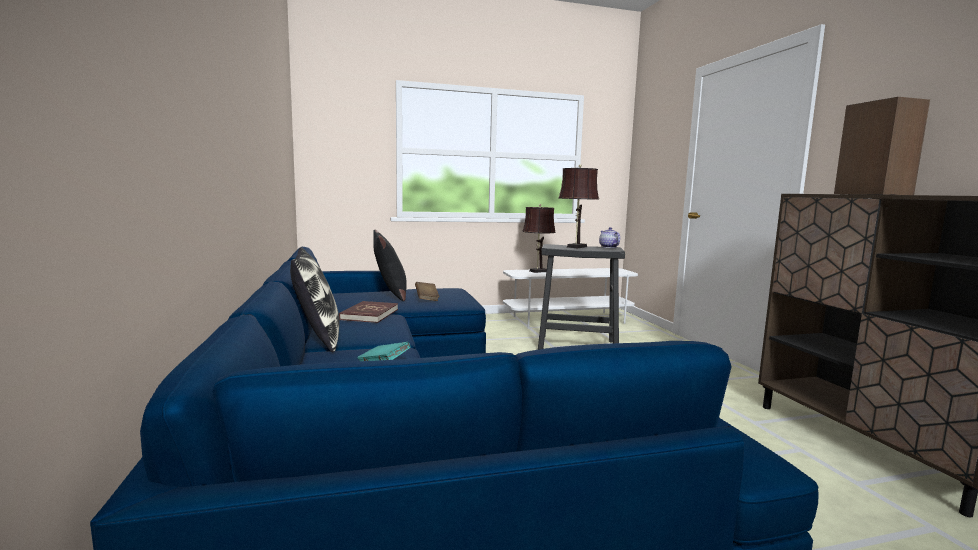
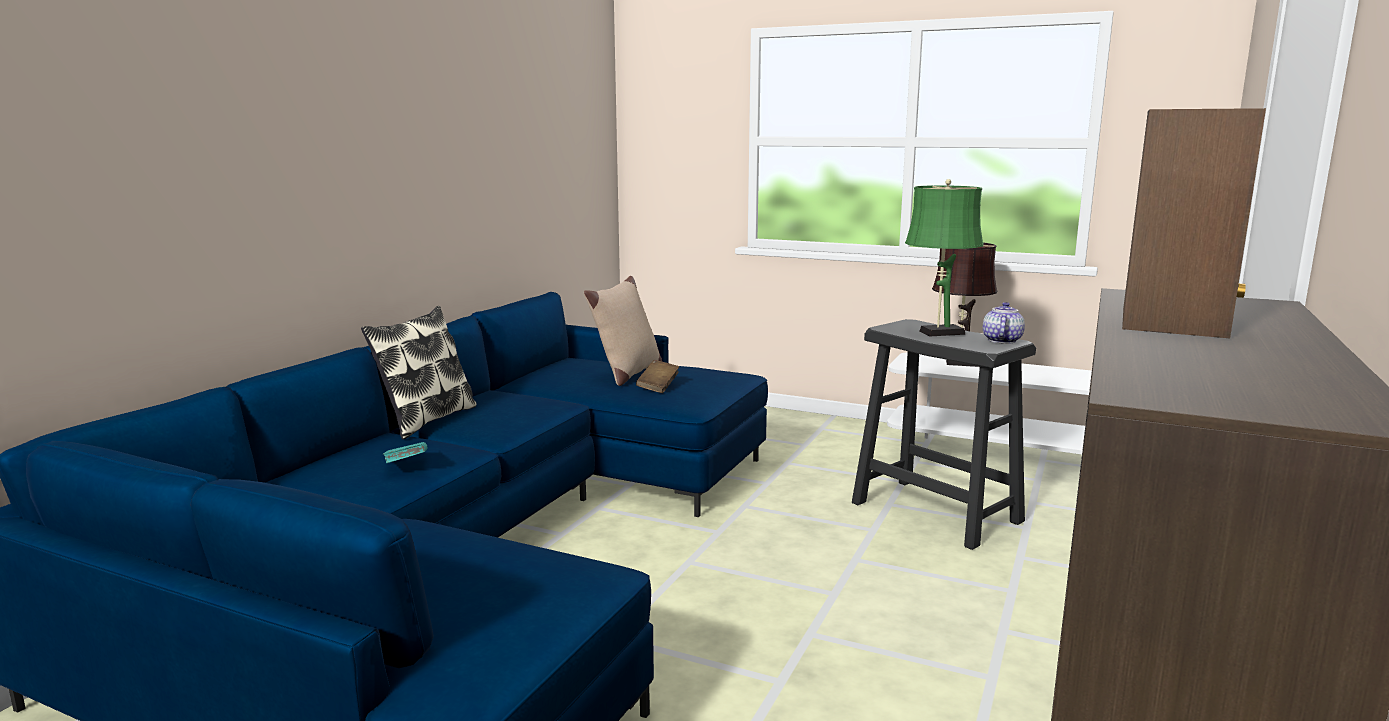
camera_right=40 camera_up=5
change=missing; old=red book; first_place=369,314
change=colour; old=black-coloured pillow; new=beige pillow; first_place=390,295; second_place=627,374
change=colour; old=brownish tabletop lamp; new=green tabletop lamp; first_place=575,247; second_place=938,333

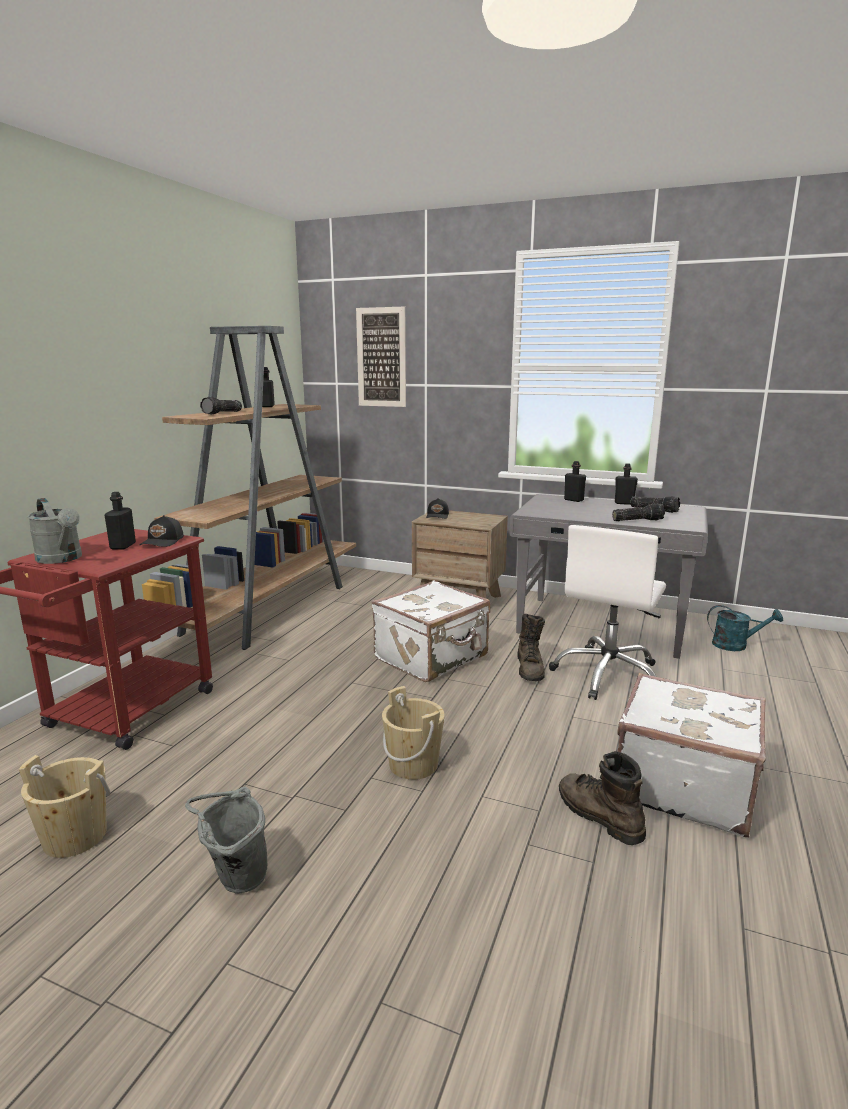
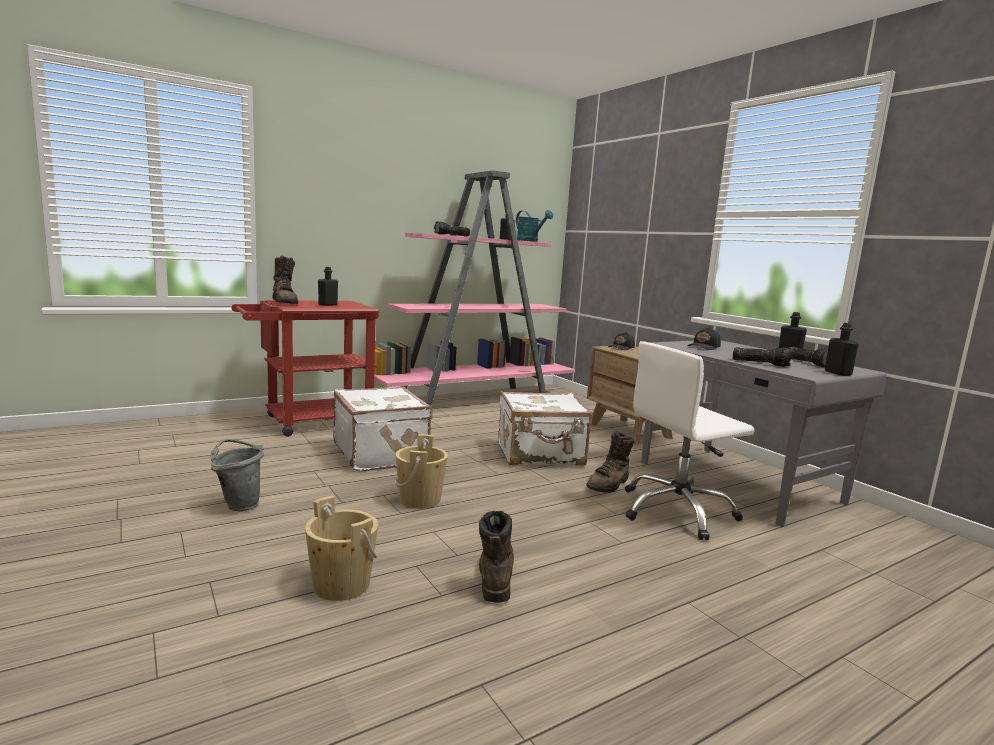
camera_right=35 camera_up=-5
change=relocated; old=beige pail; first_place=75,837; second_place=341,585
change=exchanged; old=grey watering pot; new=brownish high-top boot; first_place=62,559; second_place=285,302
change=relocated; old=black-coloured cap; first_place=163,542; second_place=704,347
change=colour; old=brownish shelving unit; new=pinkish shelving unit; first_place=269,608; second_place=475,399
change=missing; old=wall picture; first_place=381,357
change=relocated; old=black-coloured bottle; first_place=573,500; second_place=838,373
change=relocated; old=white travel case; first_place=682,785; second_place=381,453
change=relocated; old=turquoise watering pot; first_place=736,645; second_place=530,241

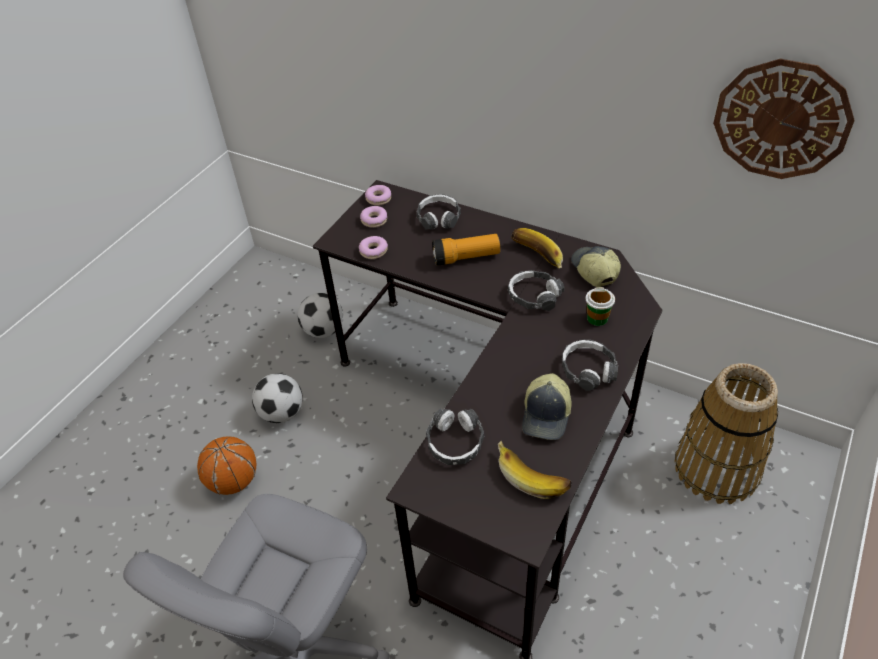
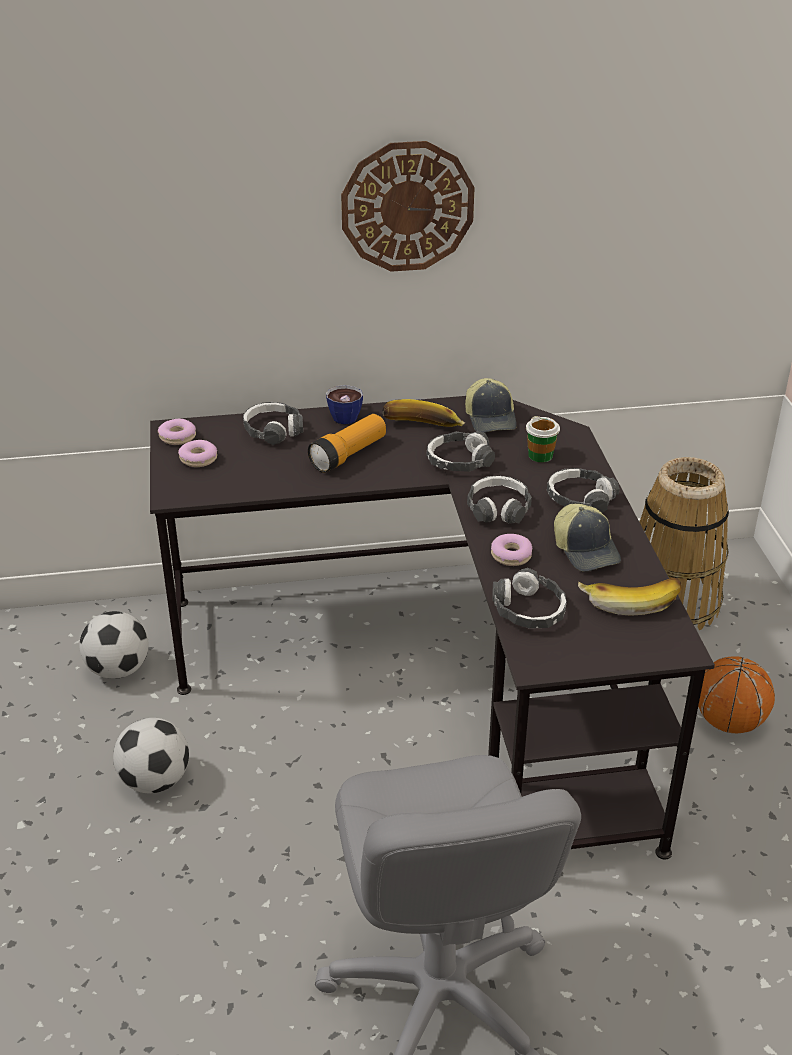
camera_right=-40 camera_up=-10
change=relocated; old=basketball; first_place=233,481; second_place=729,722
change=relocated; old=doughnut; first_place=373,251; second_place=511,555
change=spun; old=cap; first_place=594,270; second_place=491,418; degrees=-135
change=relocated; old=hanging clock; first_place=781,120; second_place=407,206
change=appeared; new=drinking cup; second_place=347,415
change=appeared; new=headset; second_place=498,508

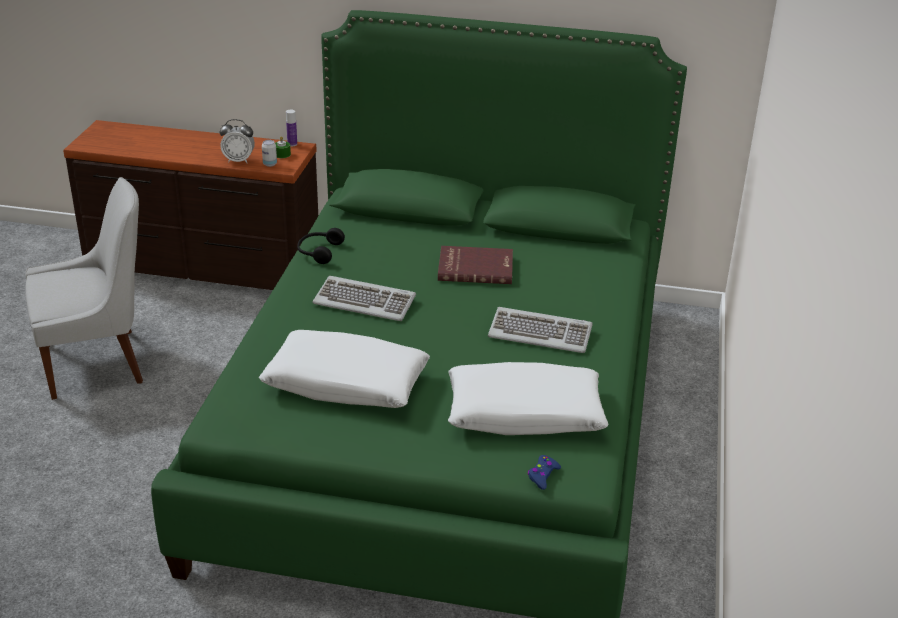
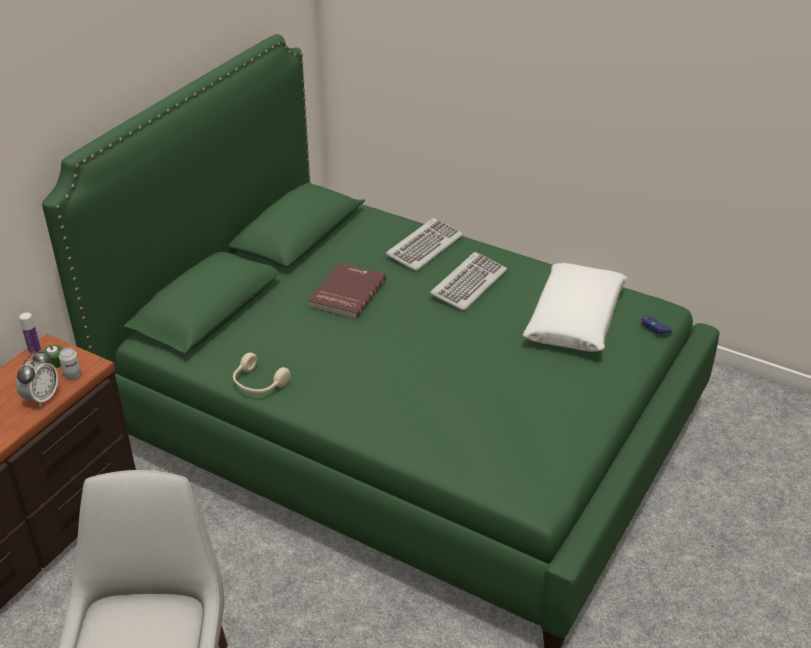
camera_right=-70 camera_up=5
change=missing; old=white pillow; first_place=346,383
change=colour; old=black-coloured headset; new=beige headset; first_place=318,252; second_place=258,383
change=relocated; old=computer keyboard; first_place=365,301; second_place=424,247

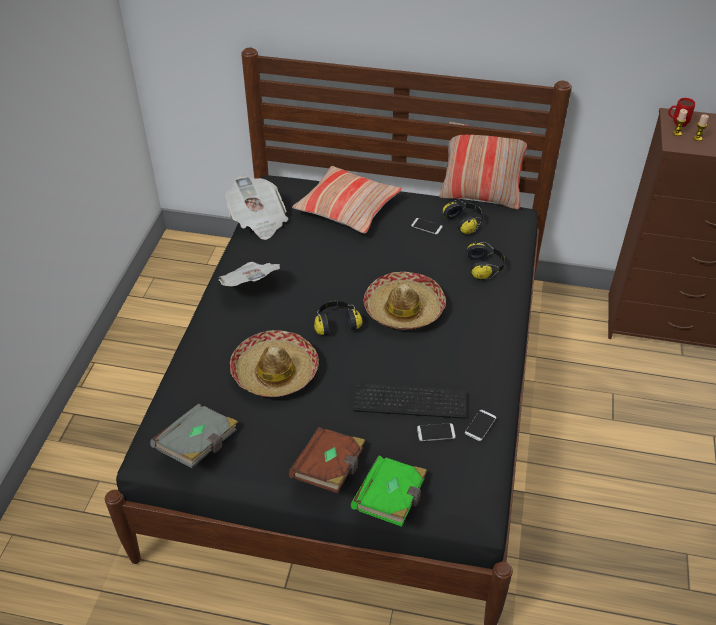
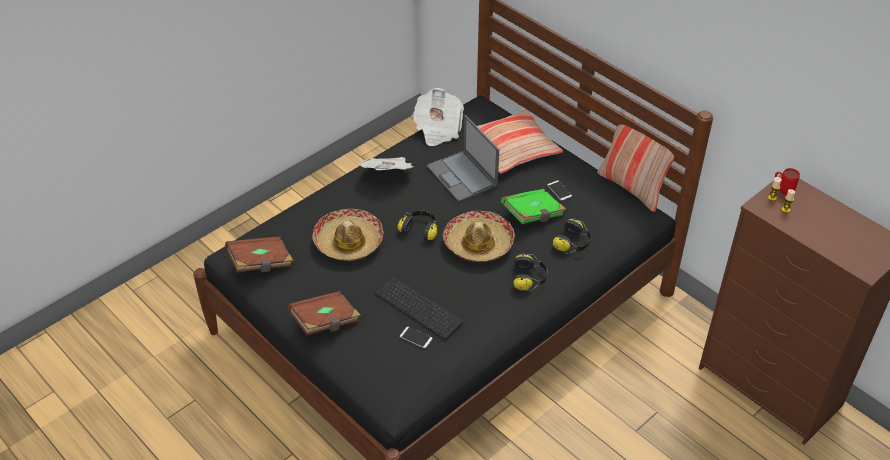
camera_right=35 camera_up=0
change=colour; old=grey book; new=brownish book; first_place=198,445; second_place=261,263
change=relocated; old=green book; first_place=391,499; second_place=533,215
change=relocated; old=headset; first_place=464,222; second_place=529,278
change=missing; old=phone; first_place=480,425
change=appeared; new=portable computer; second_place=462,176

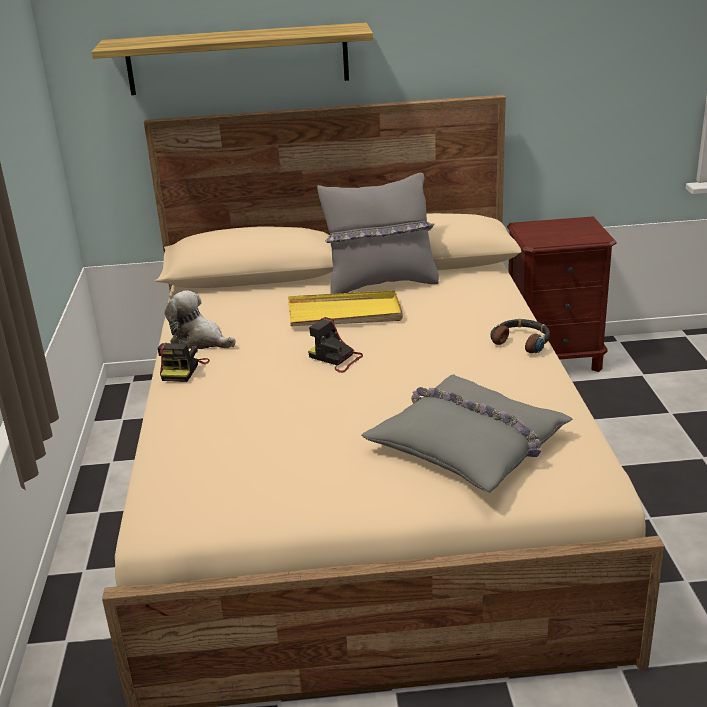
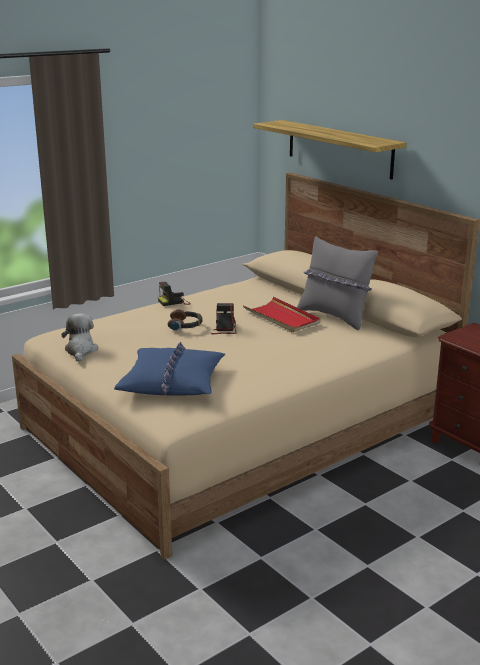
camera_right=55 camera_up=-5
change=relocated; old=plush toy; first_place=200,341; second_place=80,351
change=colour; old=yellowish carrying tray; new=red carrying tray; first_place=345,314; second_place=282,318
change=colour; old=grey pillow; new=blue-coloured pillow; first_place=469,445; second_place=172,382
change=relocated; old=headset; first_place=522,341; second_place=185,325

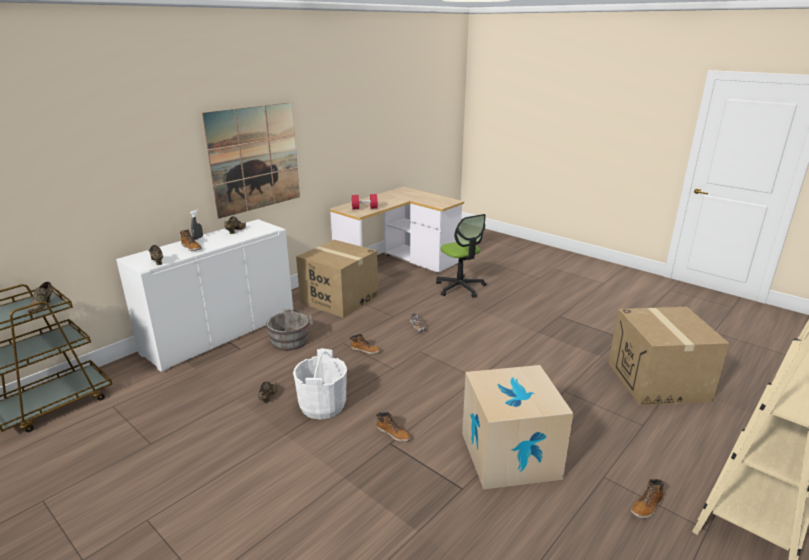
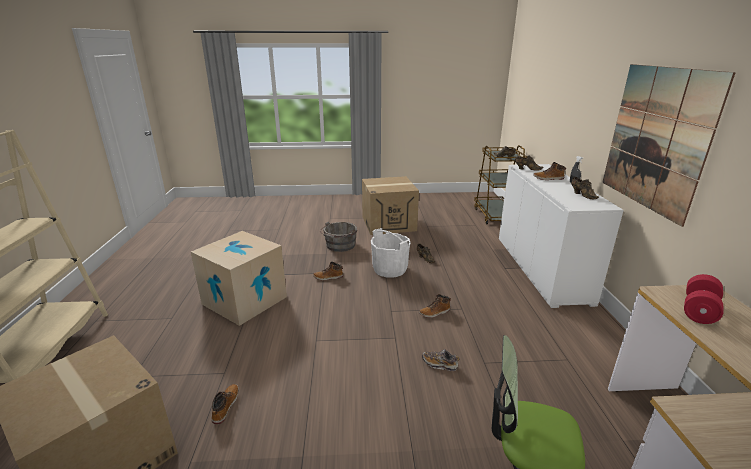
camera_right=135 camera_up=0
change=relocated; old=grey pail; first_place=292,341; second_place=339,246
change=relocated; old=packing box; first_place=339,299; second_place=388,223
change=relocated; old=high-top boot; first_place=647,506; second_place=225,406

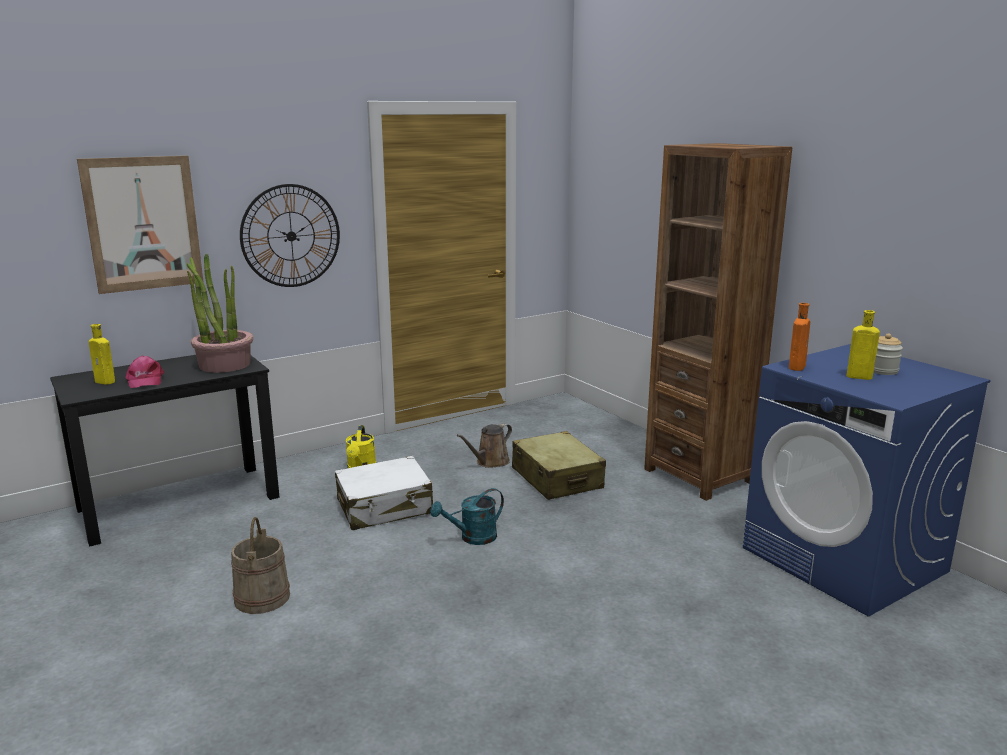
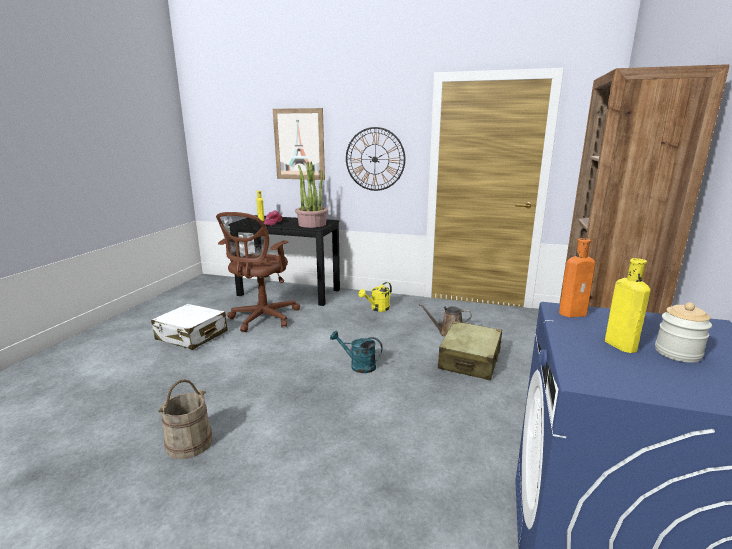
camera_right=50 camera_up=0
change=relocated; old=beige pail; first_place=261,598; second_place=189,443
change=relocated; old=white travel case; first_place=385,507; second_place=191,336
change=appeared; new=brownish desk chair; second_place=262,319

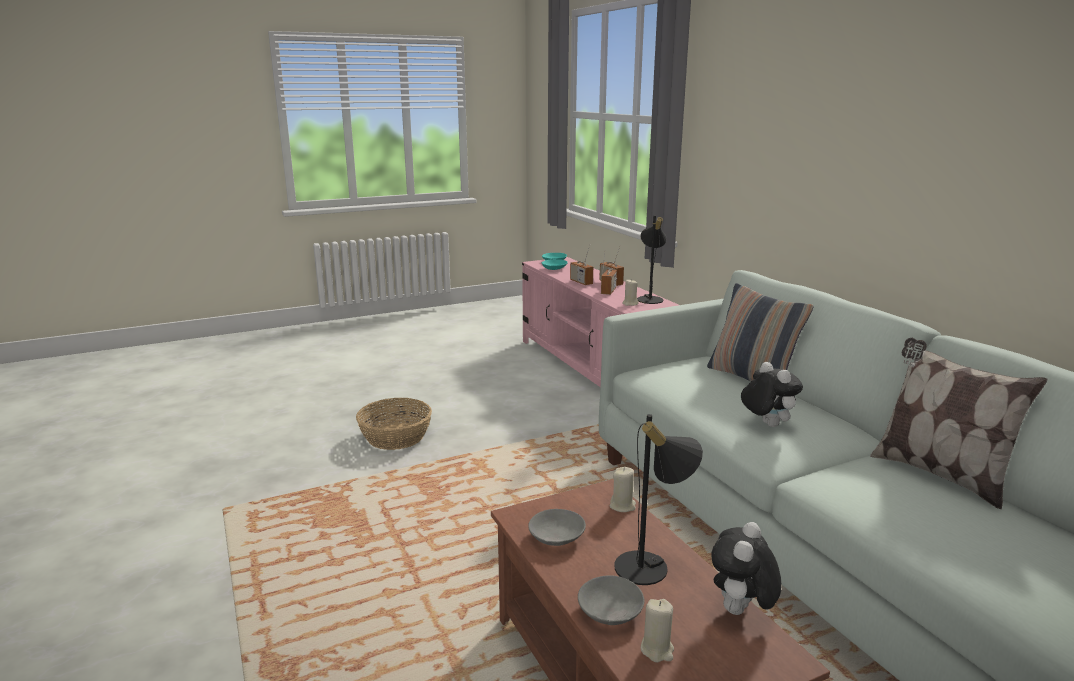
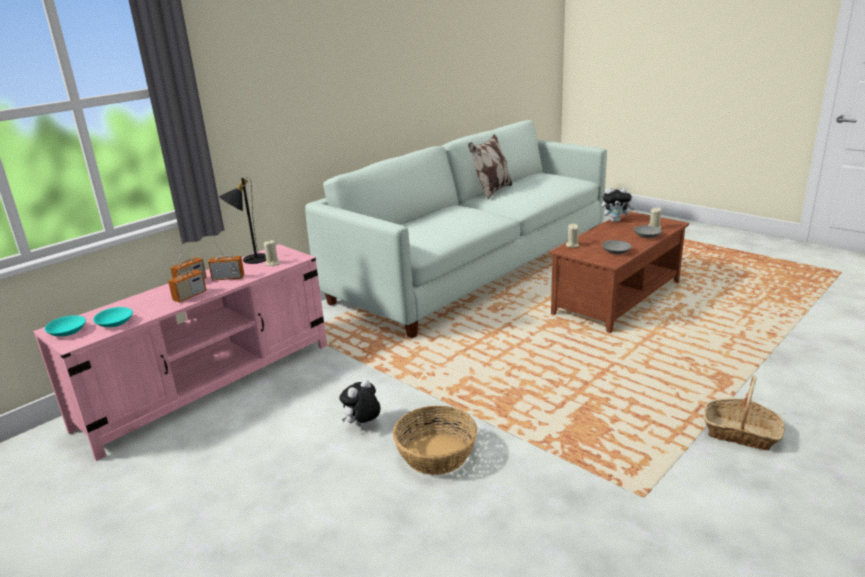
camera_right=-110 camera_up=5
change=missing; old=black-coloured tabletop lamp; first_place=651,567
change=missing; old=pillow; first_place=752,379
change=relocated; old=plush toy; first_place=766,424; second_place=362,425
change=appeared; new=basket; second_place=741,433

